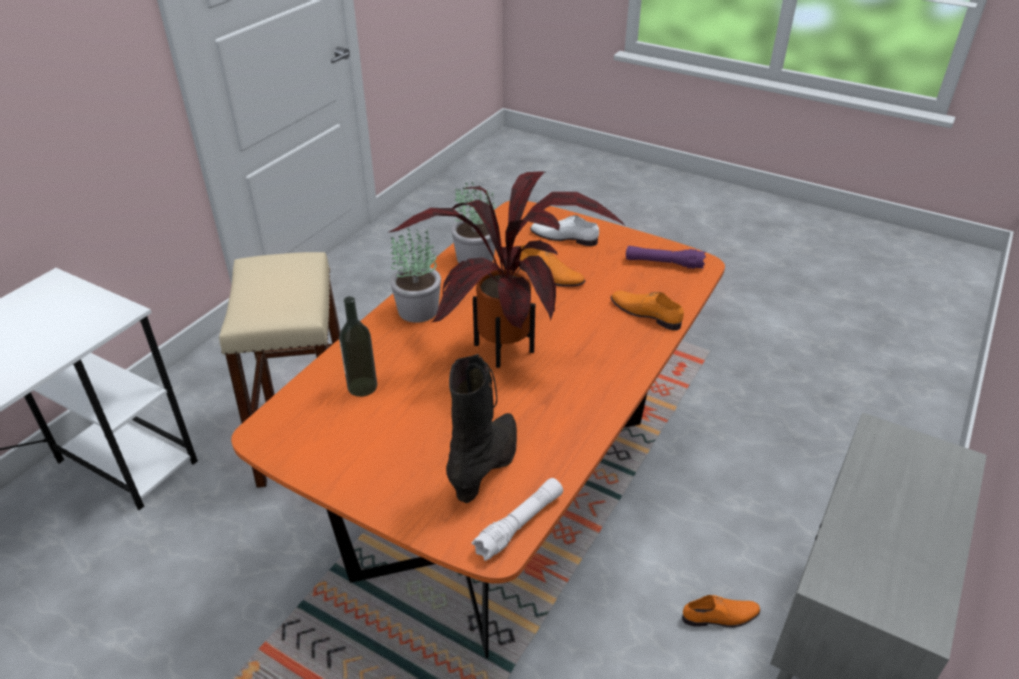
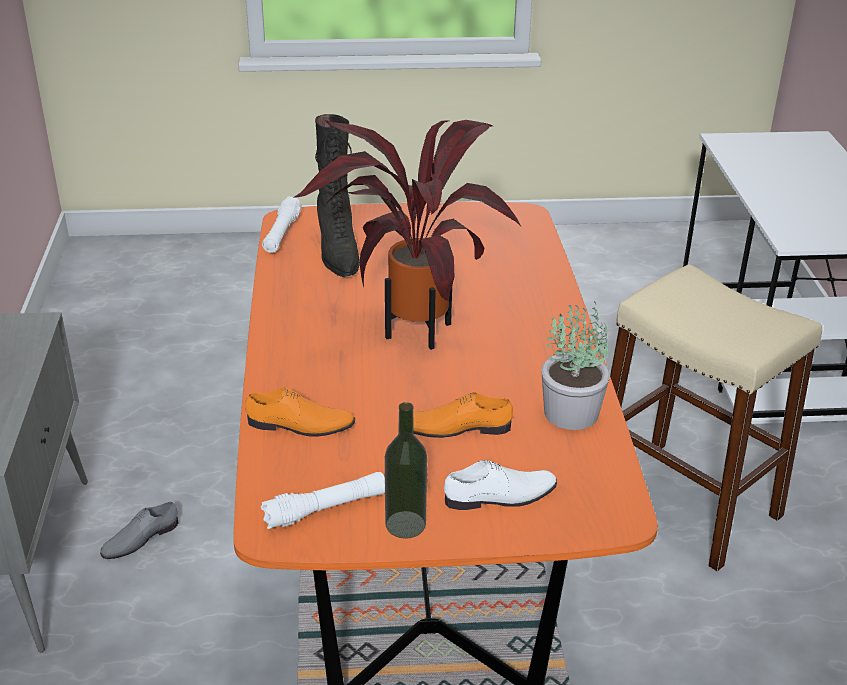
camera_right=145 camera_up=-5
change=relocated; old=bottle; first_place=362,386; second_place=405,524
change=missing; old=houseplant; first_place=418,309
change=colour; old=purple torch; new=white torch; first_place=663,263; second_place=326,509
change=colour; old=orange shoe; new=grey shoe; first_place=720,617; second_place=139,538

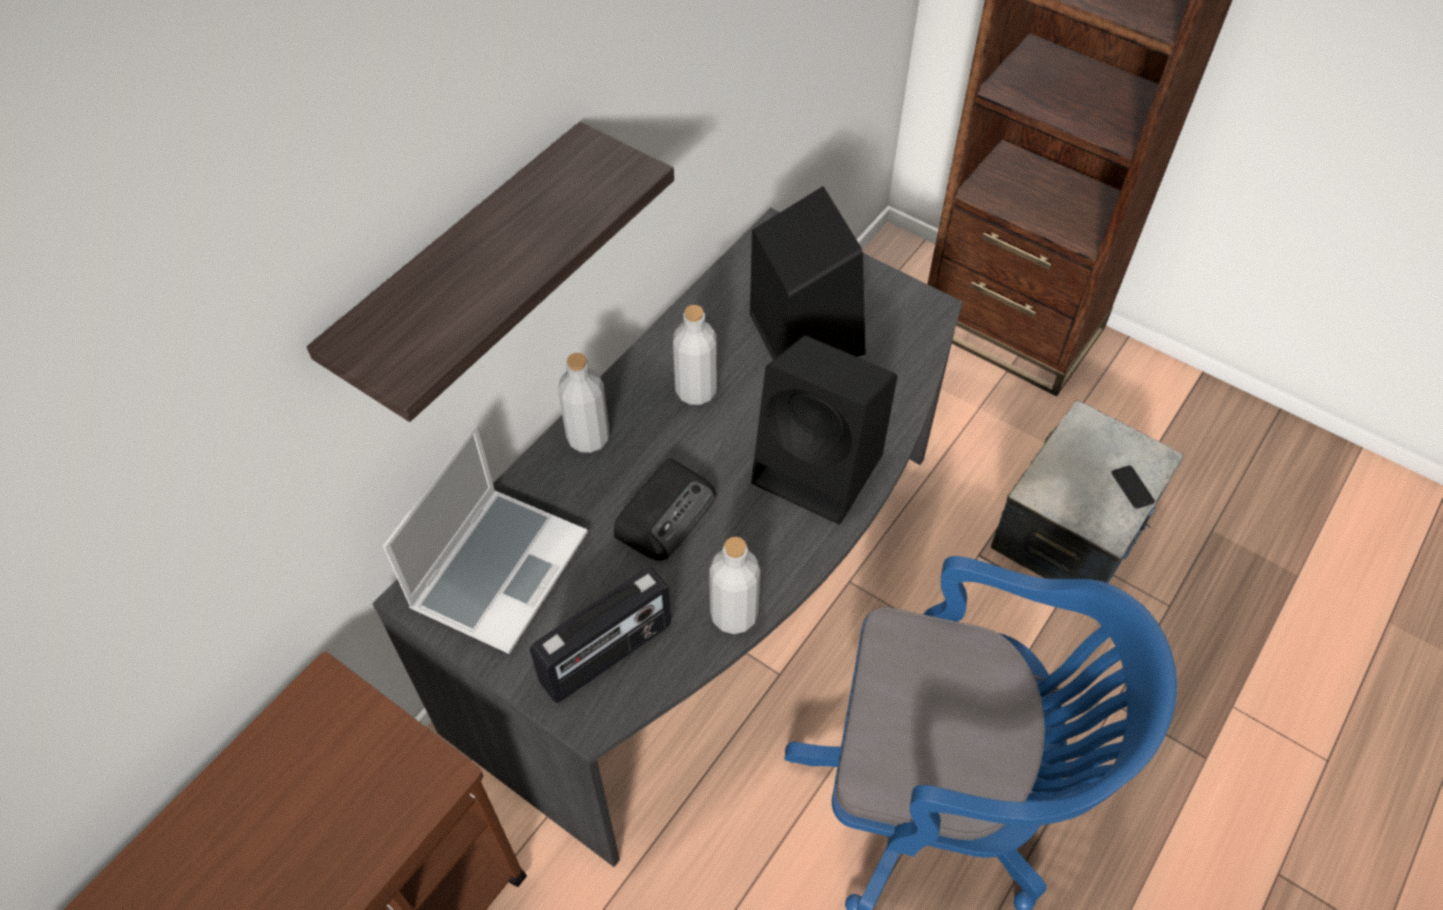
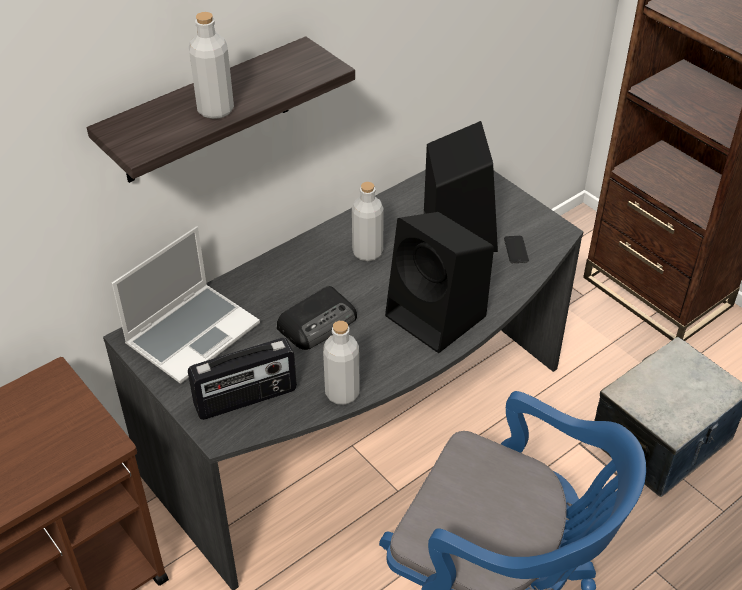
camera_right=15 camera_up=-10
change=relocated; old=grey bottle; first_place=588,438; second_place=215,110
change=relocated; old=phone; first_place=1132,487; second_place=516,250

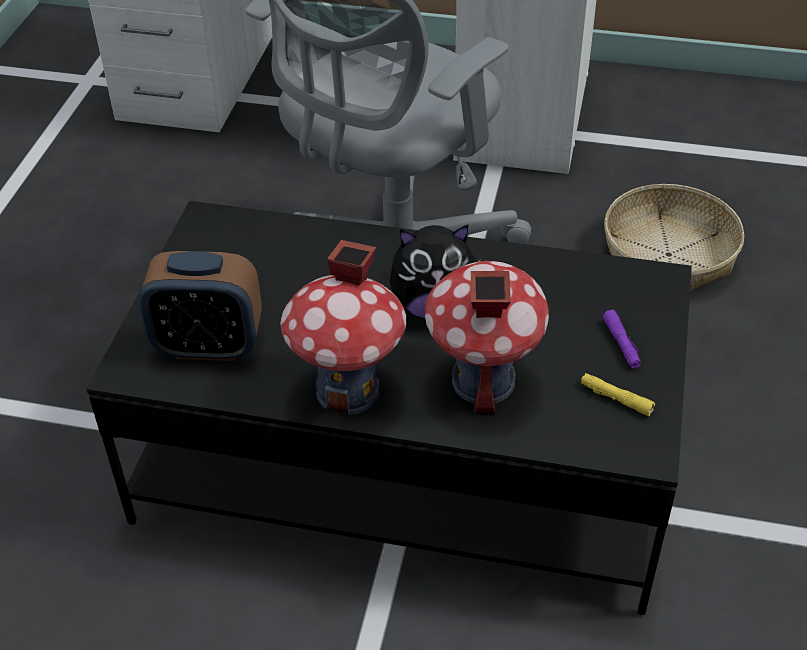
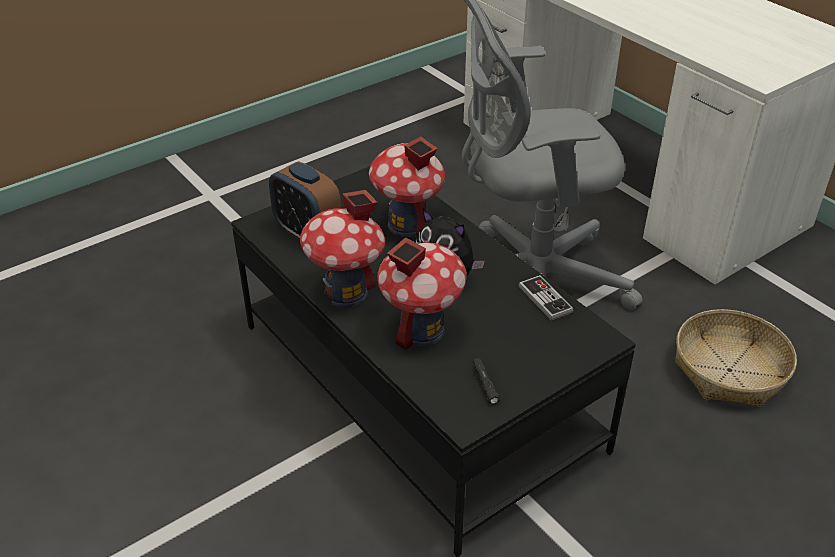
camera_right=40 camera_up=-5
change=colour; old=yellowish torch; new=black-coloured torch; first_place=616,399; second_place=484,384
change=missing; old=purple torch; first_place=621,344
change=appeared; new=miniature house; second_place=407,225
change=appeared; new=game controller; second_place=545,299

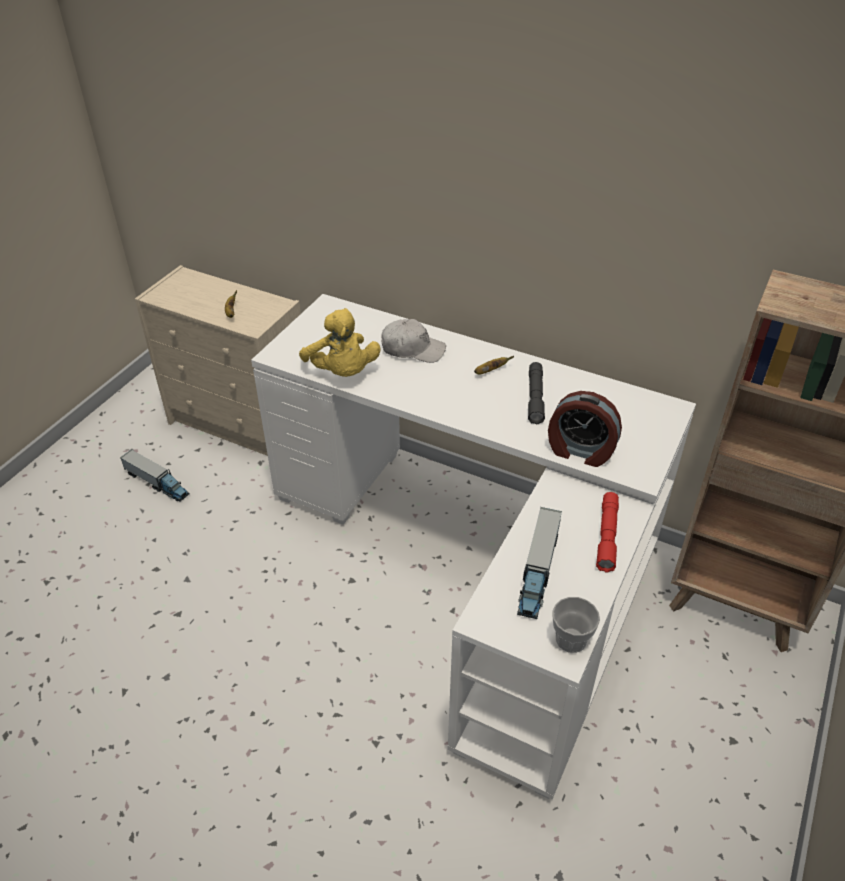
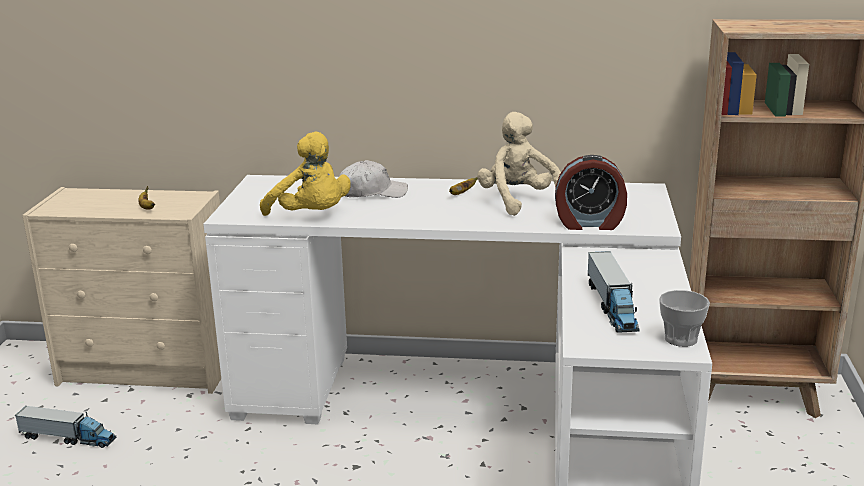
camera_right=-20 camera_up=-20
change=exchanged; old=grey torch; new=beige plush toy; first_place=535,398; second_place=518,201
change=missing; old=red torch; first_place=607,536

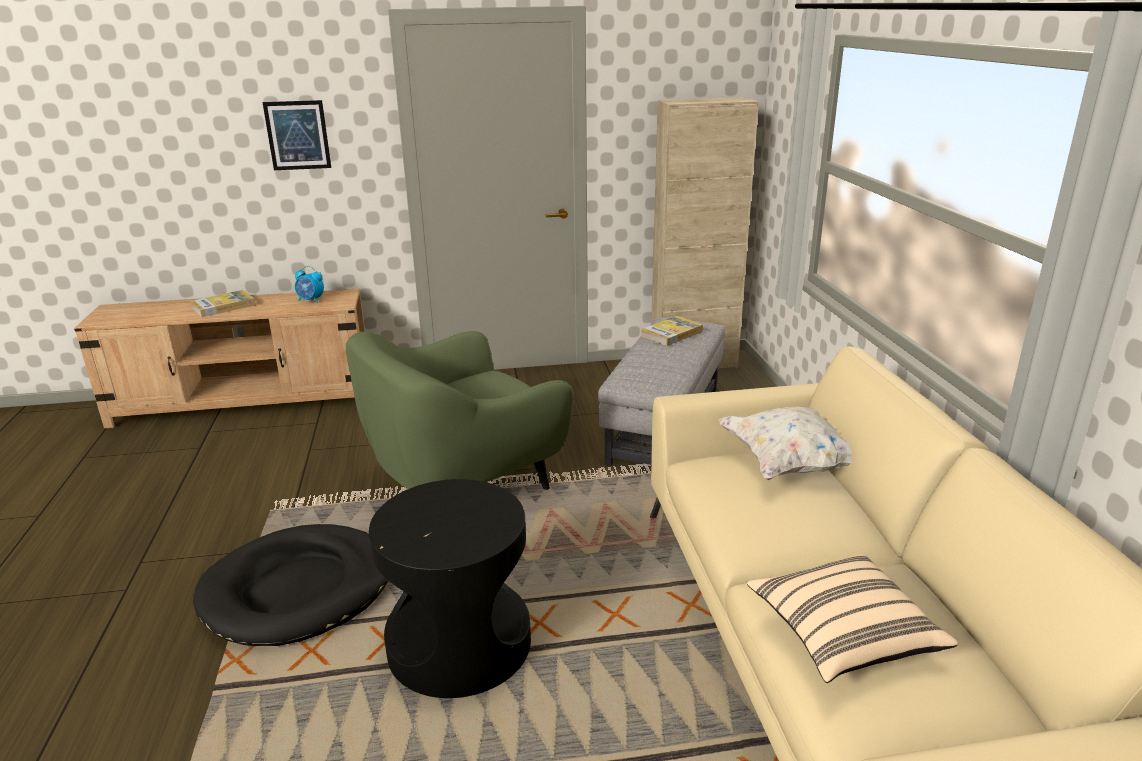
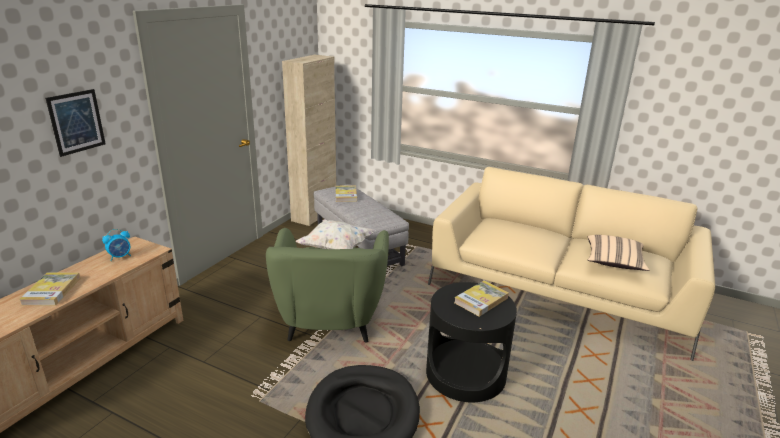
camera_right=-55 camera_up=0
change=relocated; old=white pillow; first_place=789,463; second_place=336,248
change=appeared; new=book; second_place=481,300

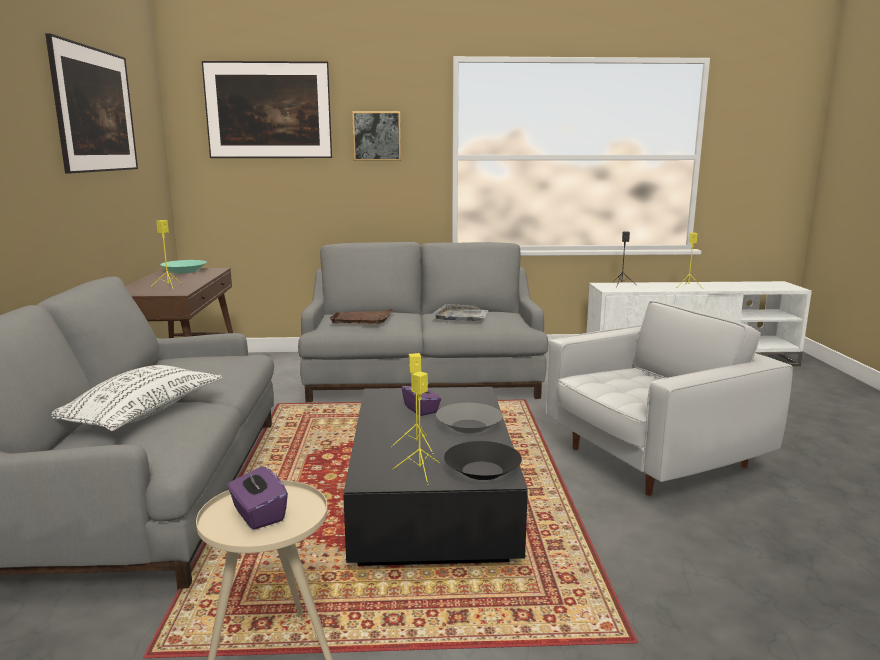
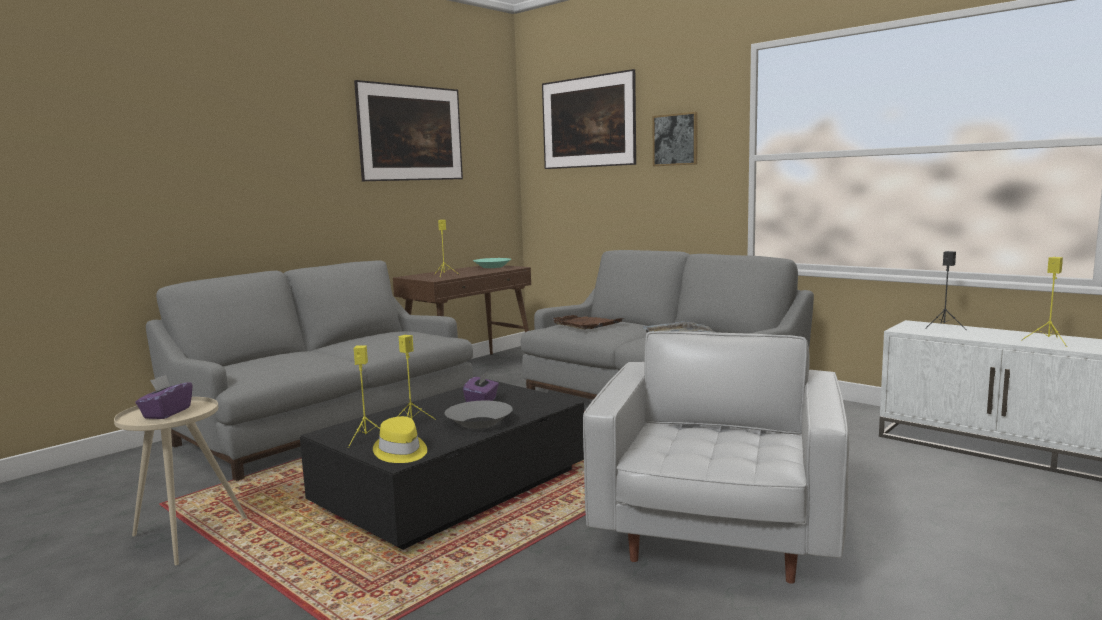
camera_right=45 camera_up=-5
change=missing; old=white pillow; first_place=142,413
change=exchanged; old=black-coloured bowl; new=yellowish clothing hat; first_place=482,470; second_place=400,452
change=spun; old=white lounge chair; first_place=651,459; second_place=718,534; degrees=-90

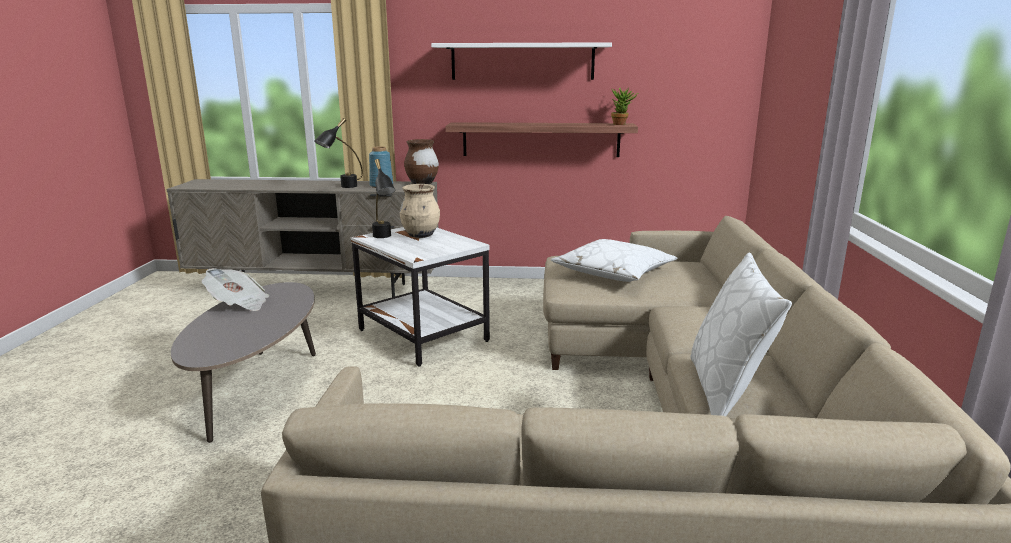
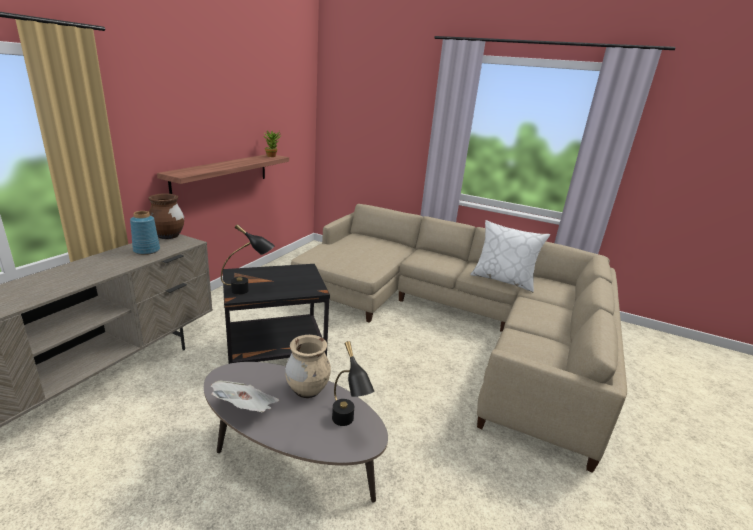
camera_right=-70 camera_up=5
change=relocated; old=black-coloured tabletop lamp; first_place=342,187; second_place=347,425
change=colour; old=white end table; new=black-coloured end table; first_place=424,335; second_place=275,353
change=relocated; old=beige flower vase; first_place=421,235; second_place=307,390
change=missing; old=white shelf; first_place=522,61
change=missing; old=white pillow; first_place=613,272

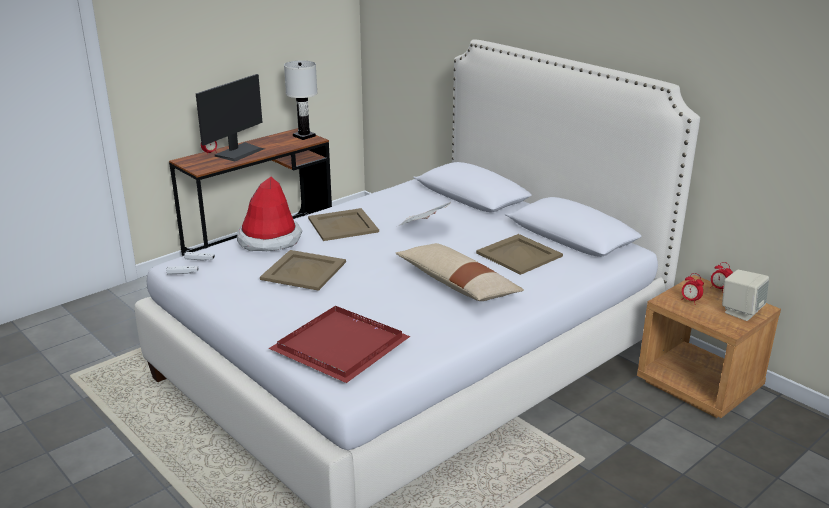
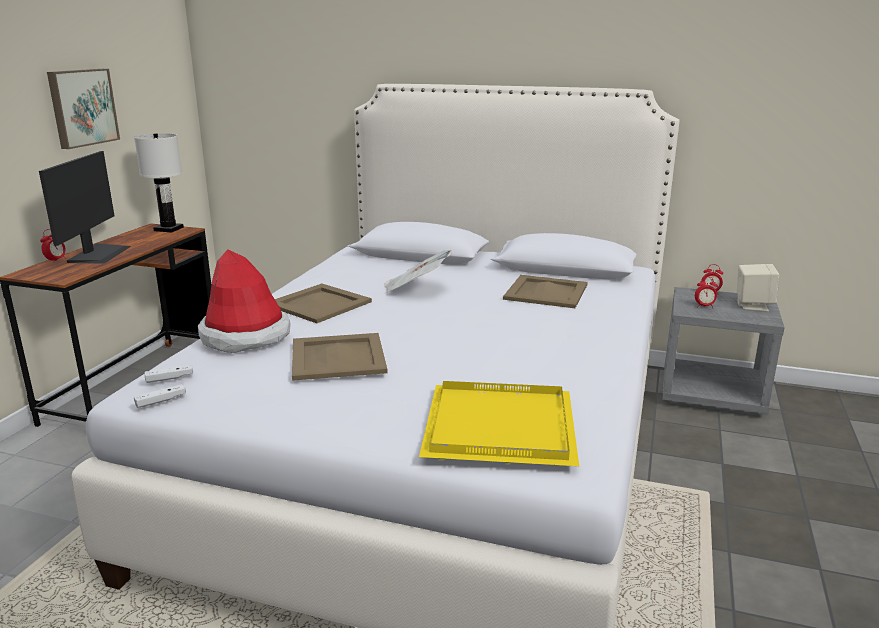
camera_right=-30 camera_up=-5
change=colour; old=red carrying tray; new=yellowish carrying tray; first_place=343,346; second_place=503,426
change=missing; old=beige pillow; first_place=457,284
change=colour; old=brownish night table; new=grey night table; first_place=700,385; second_place=712,393
change=appeared; new=wall picture; second_place=82,107

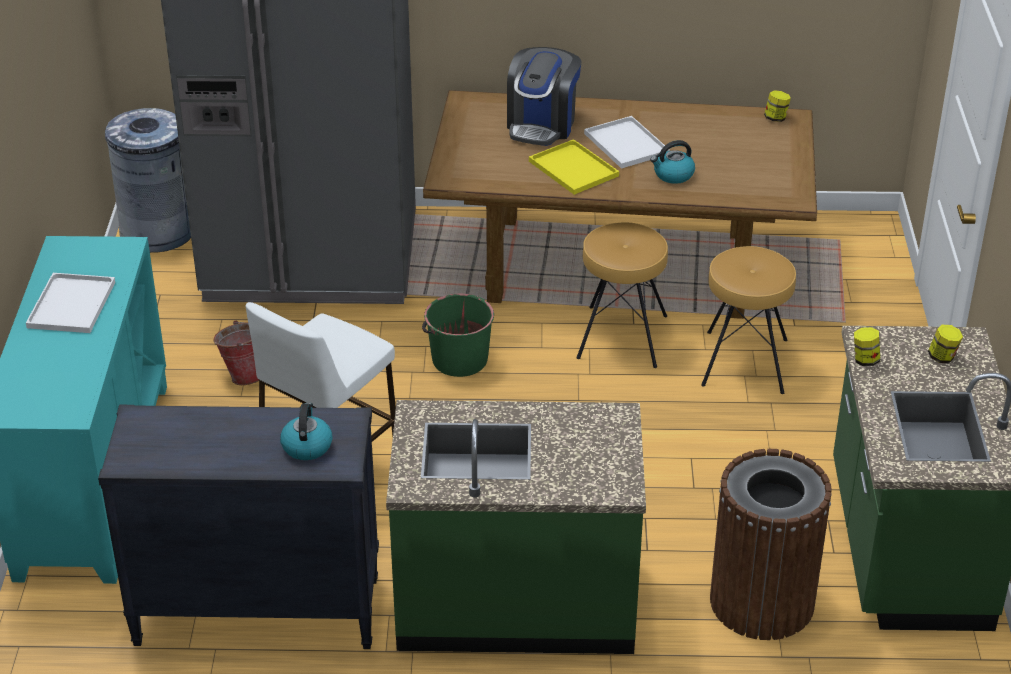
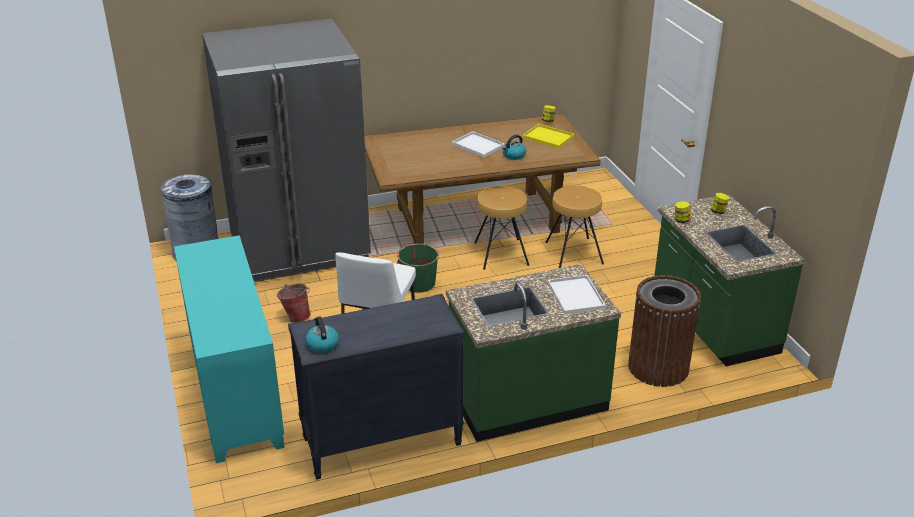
camera_right=-20 camera_up=-5
change=relocated; old=white carrying tray; first_place=72,306; second_place=576,296
change=relocated; old=tea kettle; first_place=306,446; second_place=322,344
change=missing; old=coffee maker; first_place=542,125
change=relocated; old=yellowish carrying tray; first_place=571,168; second_place=547,137

